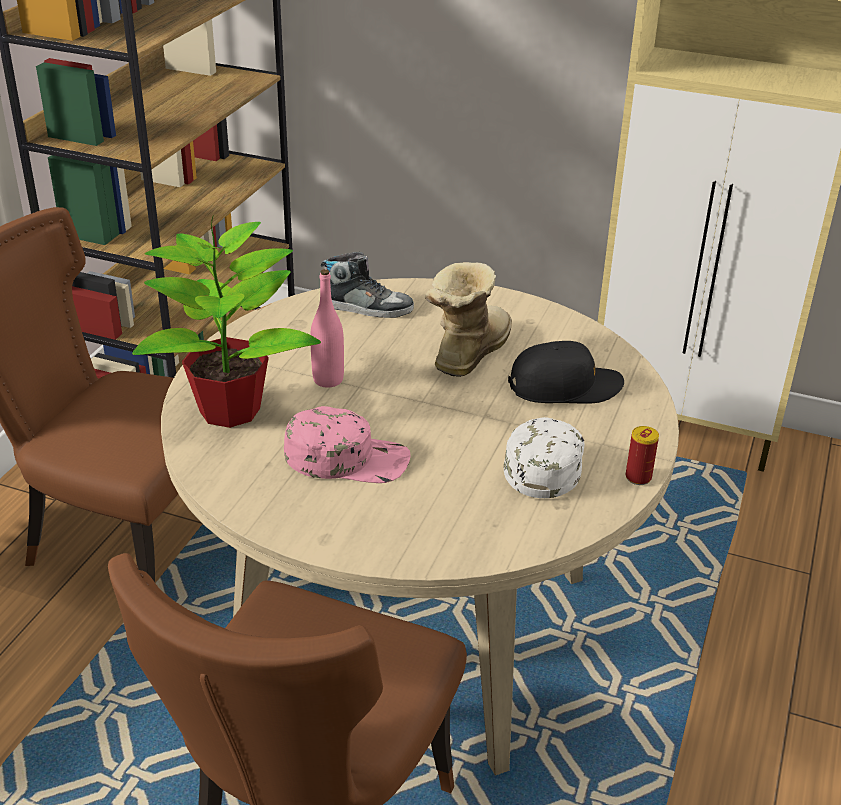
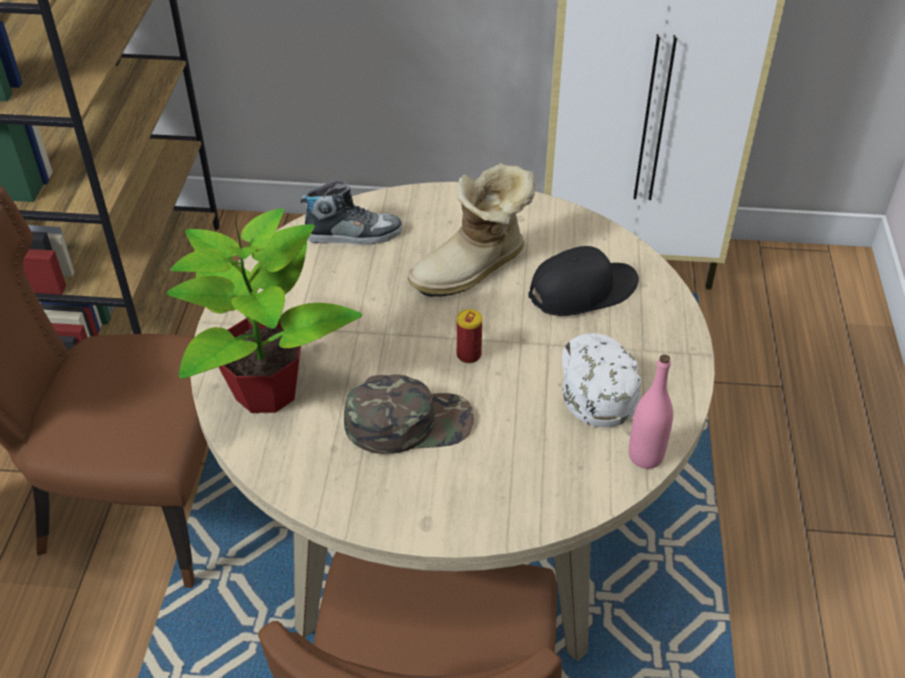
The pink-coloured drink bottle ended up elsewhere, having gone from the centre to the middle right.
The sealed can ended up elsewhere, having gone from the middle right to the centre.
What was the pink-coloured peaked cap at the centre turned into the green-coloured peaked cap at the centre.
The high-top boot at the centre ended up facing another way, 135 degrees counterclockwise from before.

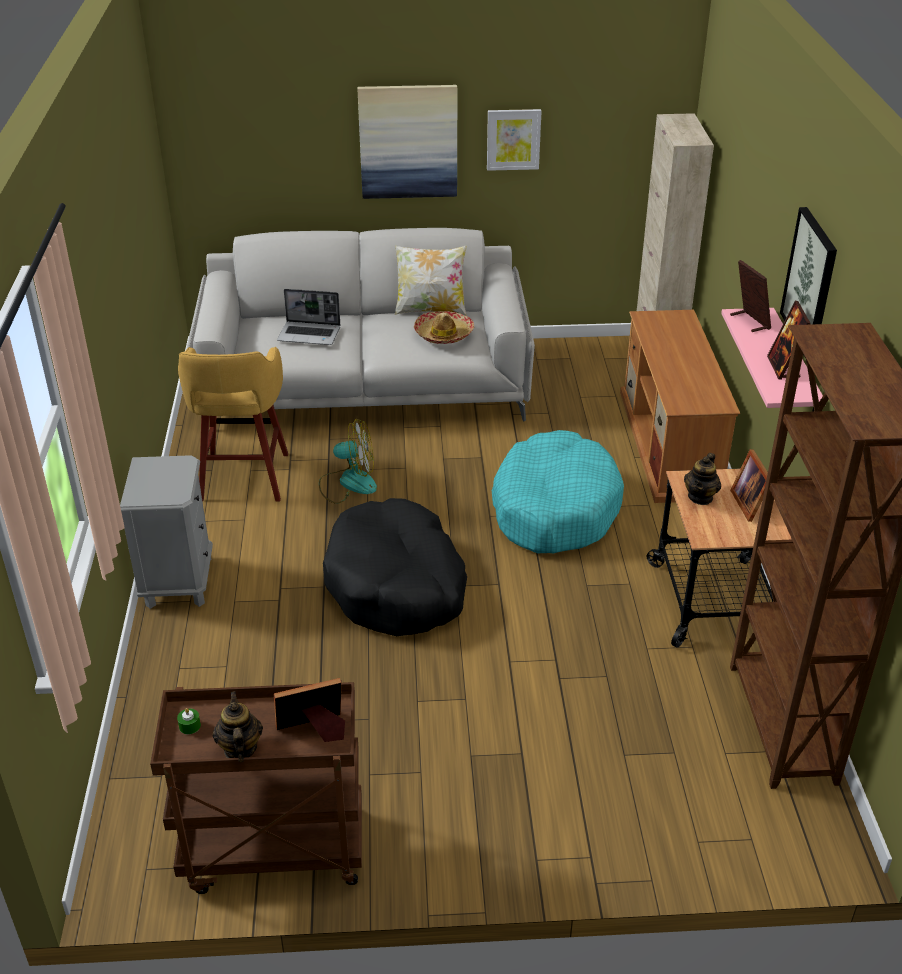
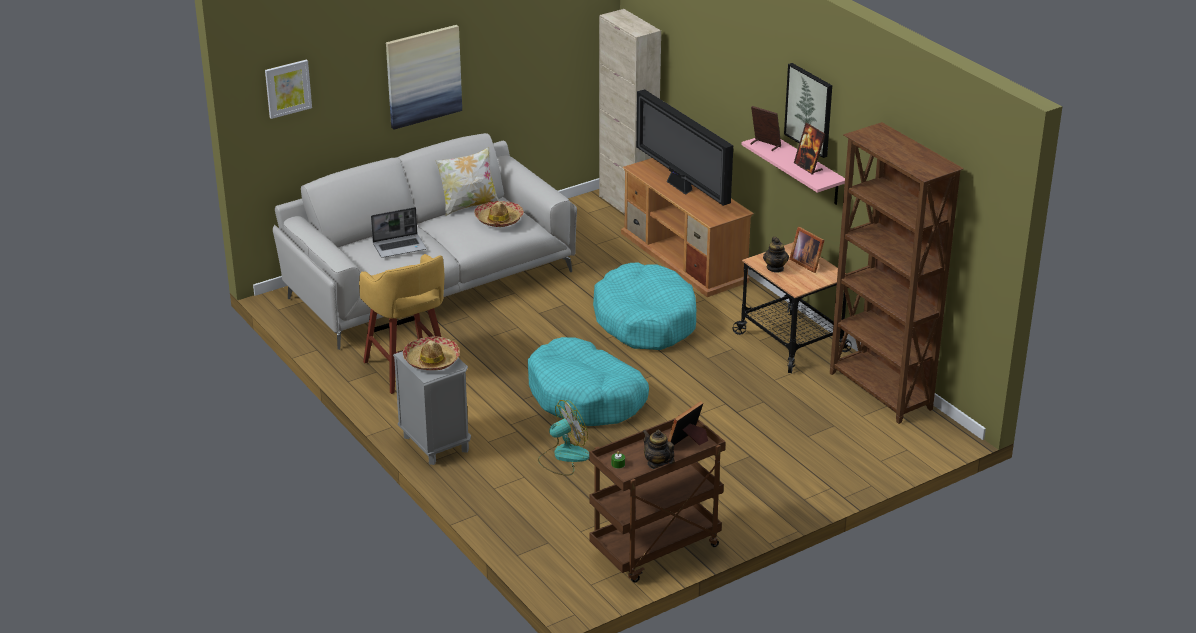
The second view gained the wearable hat (1st from left) at the centre.
The second view gained the TV at the top centre.
The electric fan ended up elsewhere, having gone from the centre to the bottom centre.
The wall picture (2nd from left in the first image) ended up elsewhere, having gone from the top centre to the top left.
What was the blackish dog bed at the centre turned into the turquoise-coloured dog bed (1st from left) at the centre.

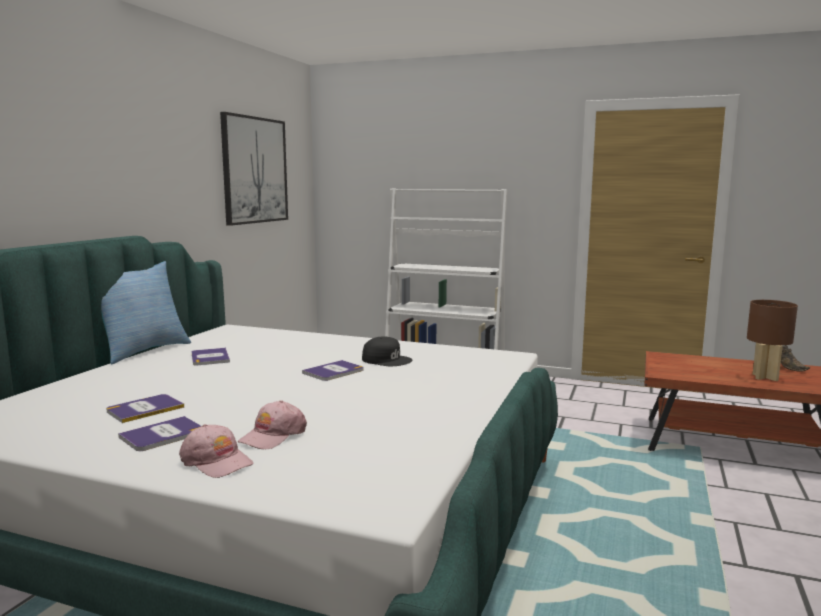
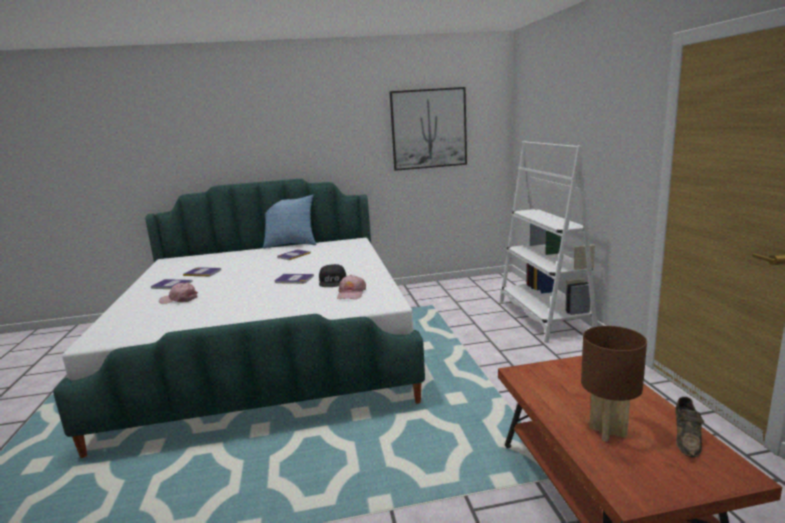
The pink-coloured peaked cap (1st from left in the first image) ended up elsewhere, having gone from the bottom left to the centre.

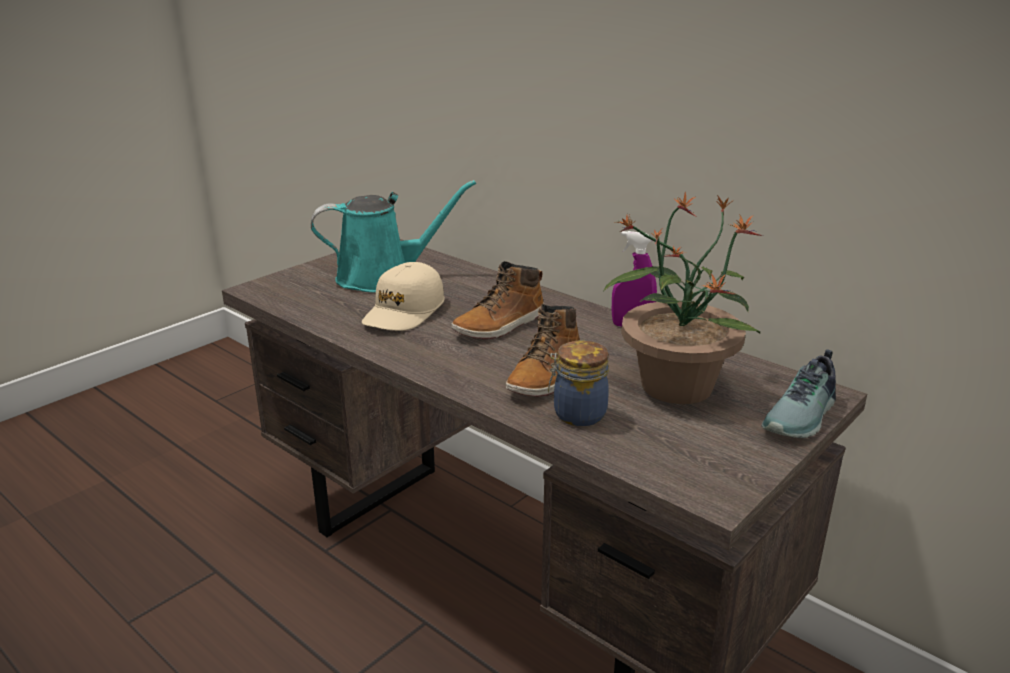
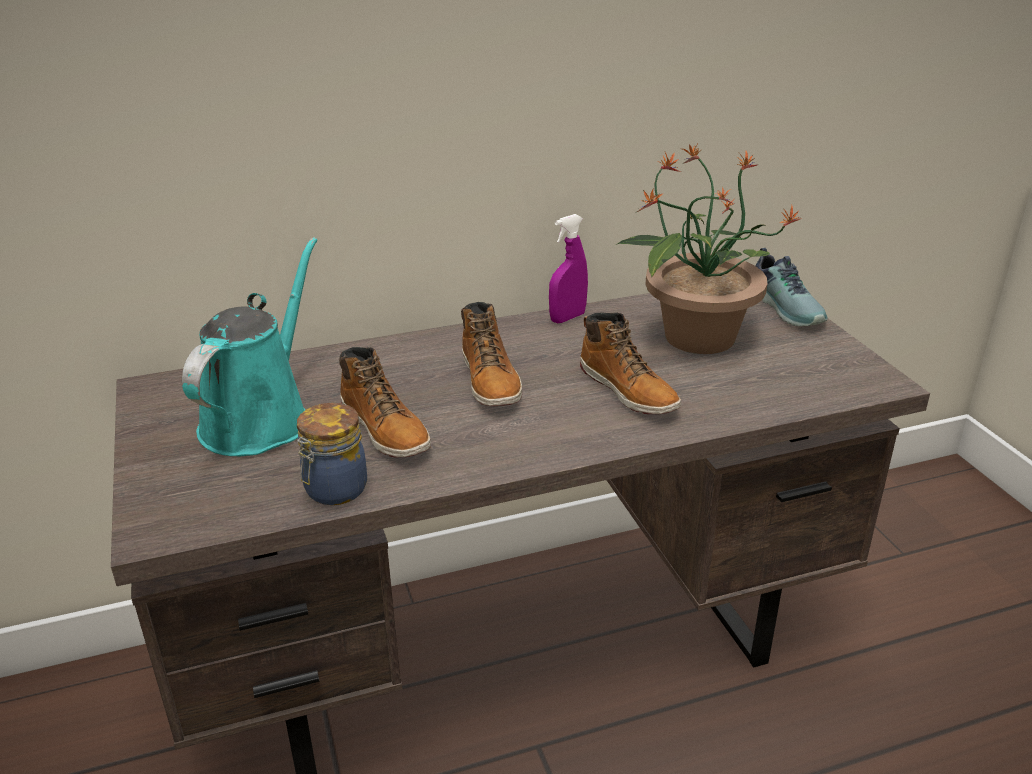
The storage jar ended up elsewhere, having gone from the centre to the middle left.
Where the sand-coloured peaked cap stood at the centre, the high-top boot (1st from left) came to stand at the centre.

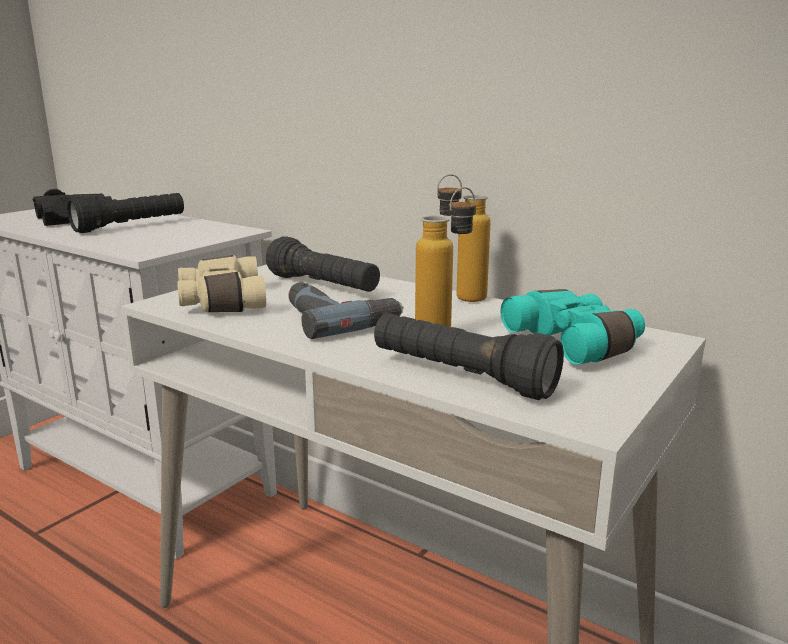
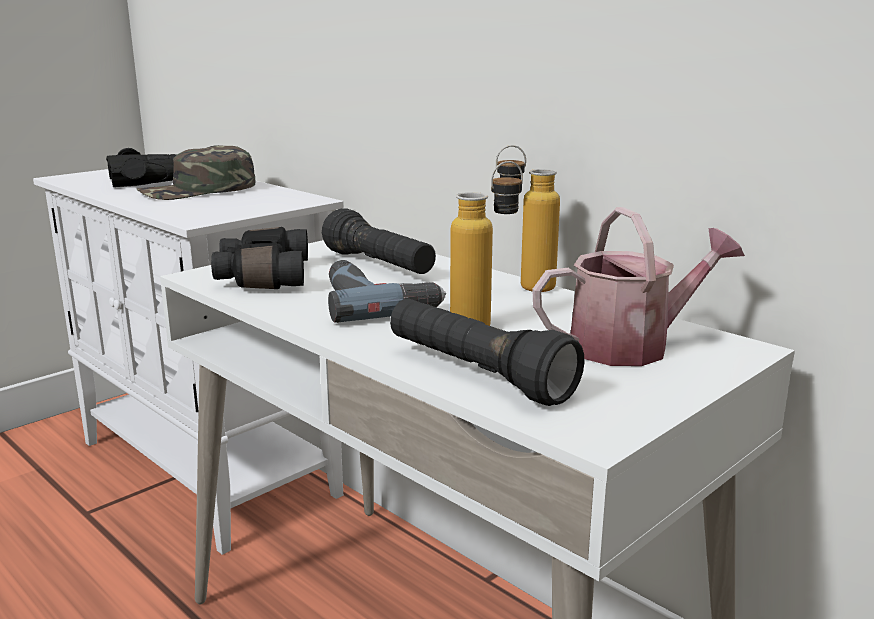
Where the blackish torch (1st from left) stood at the top left, the green-coloured peaked cap came to stand at the top left.
Where the turquoise-coloured field glasses stood at the middle right, the watering can came to stand at the middle right.
What was the sand-coloured field glasses at the middle left turned into the blackish field glasses (2nd from left) at the middle left.

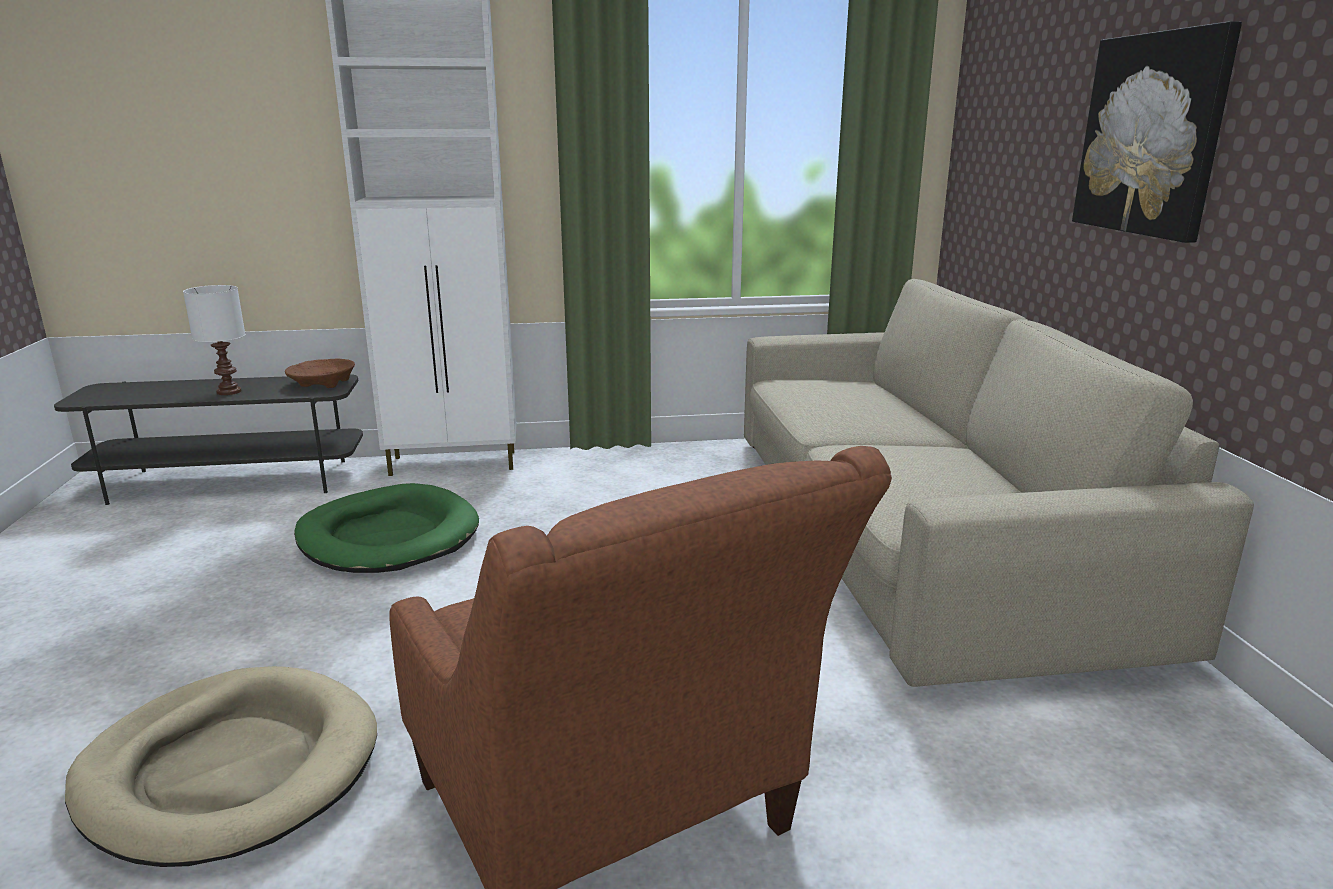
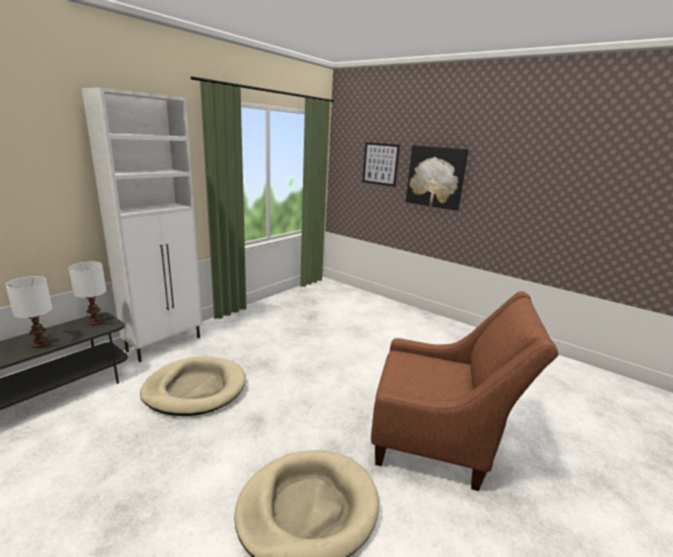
The second view lost the sand-coloured sofa at the middle right.
The second view gained the wall picture (1st from left) at the top centre.
Where the brown-coloured bowl stood at the middle left, the white-coloured table lamp (2nd from left) came to stand at the middle left.
What was the green-coloured dog bed at the middle left turned into the sand-coloured dog bed (1st from left) at the bottom left.

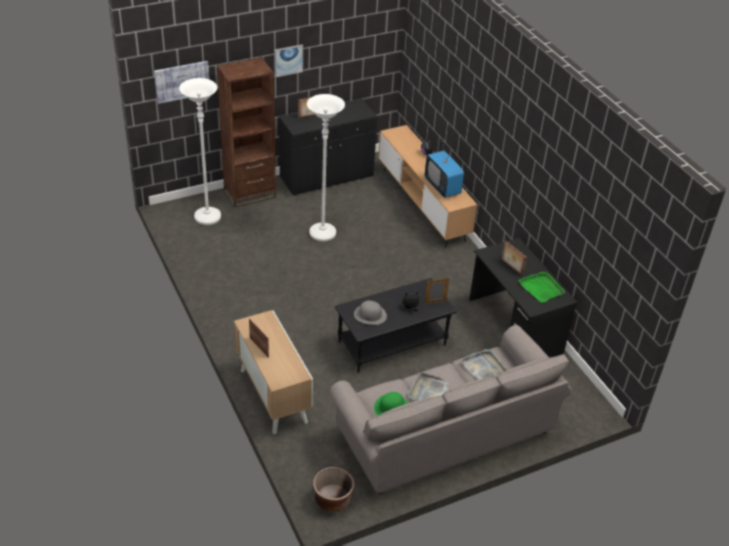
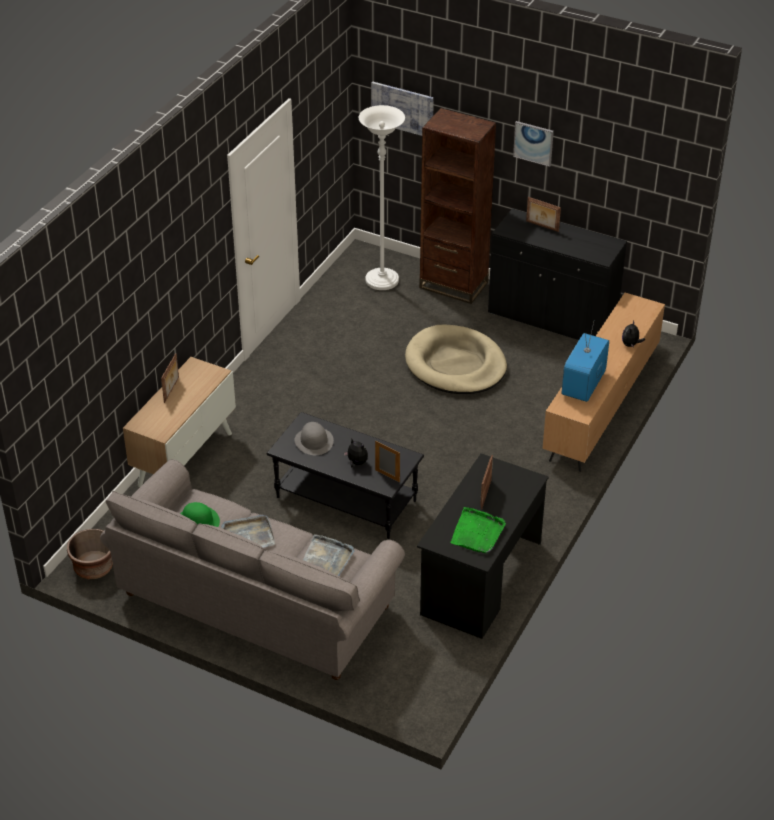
Where the white-coloured standard lamp (2nd from left) stood at the top centre, the sand-coloured dog bed came to stand at the centre.

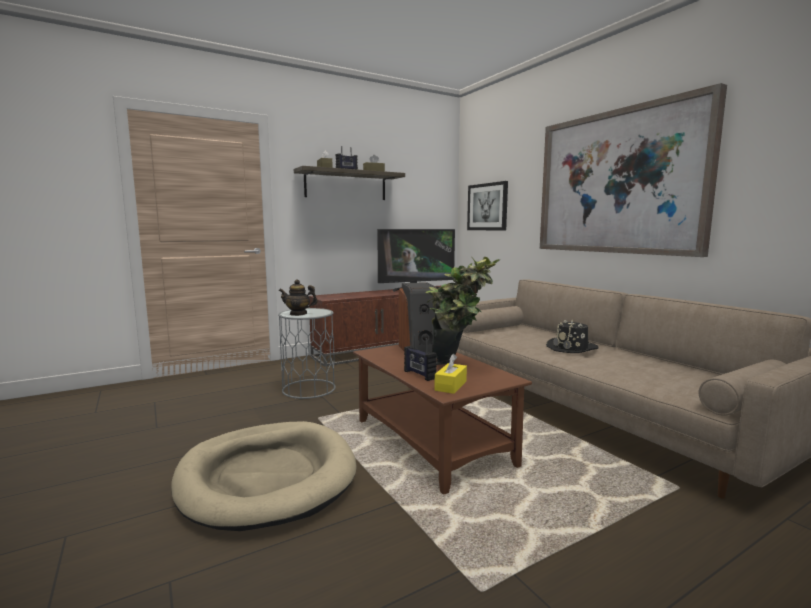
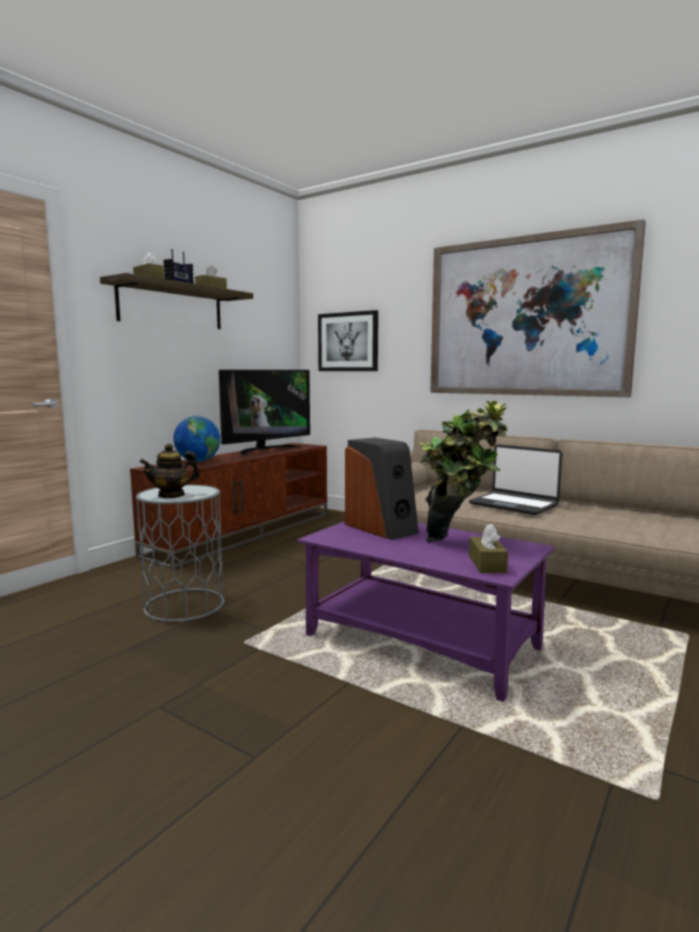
The second view lost the sand-coloured dog bed at the bottom left.
The second view lost the radio set (2nd from left) at the centre.
The second view gained the desk globe at the middle left.
Where the blackish wearable hat stood at the middle right, the portable computer came to stand at the middle right.
What was the brown-coloured coffee table at the bottom centre turned into the purplish coffee table at the centre.
What was the yellowish tissue holder at the centre turned into the brown-coloured tissue holder (3rd from left) at the middle right.

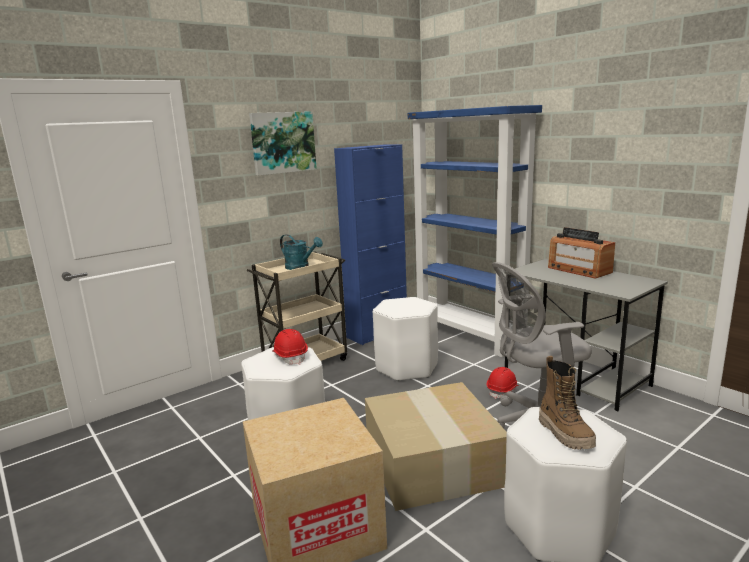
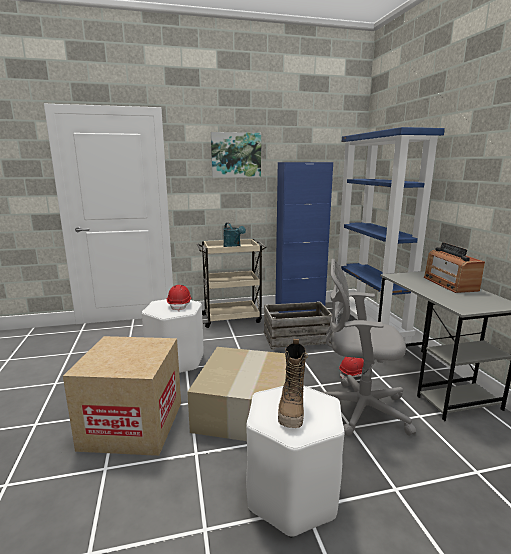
Where the white-coloured stool (2nd from left) stood at the centre, the packing crate came to stand at the centre.

